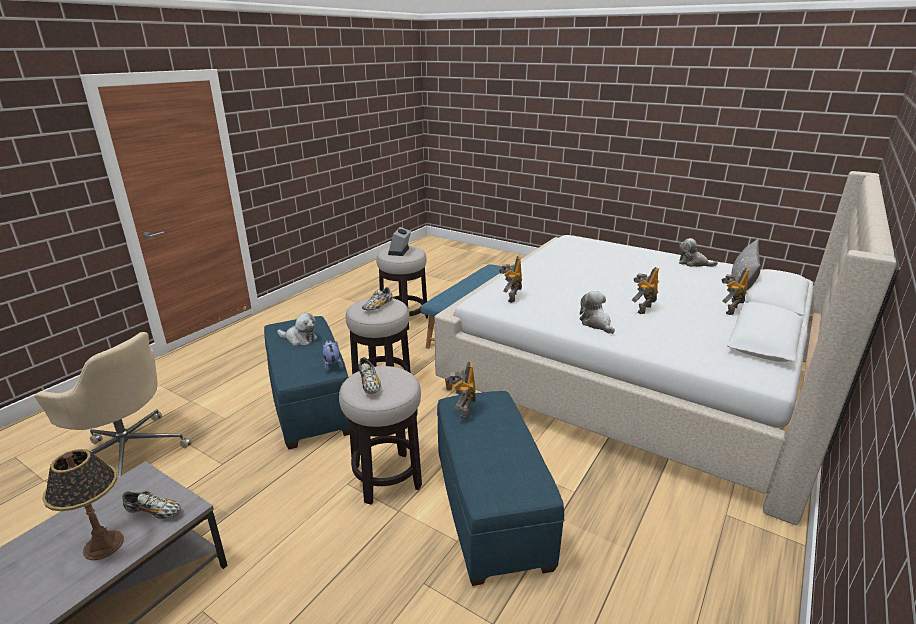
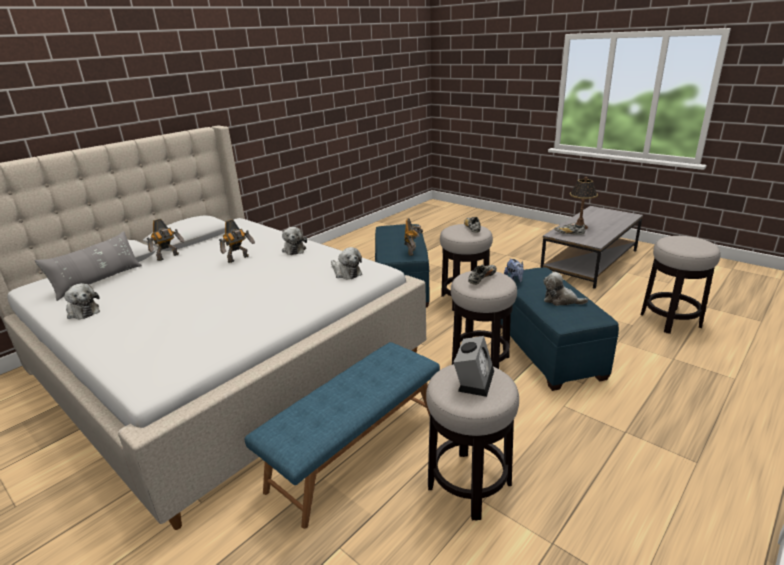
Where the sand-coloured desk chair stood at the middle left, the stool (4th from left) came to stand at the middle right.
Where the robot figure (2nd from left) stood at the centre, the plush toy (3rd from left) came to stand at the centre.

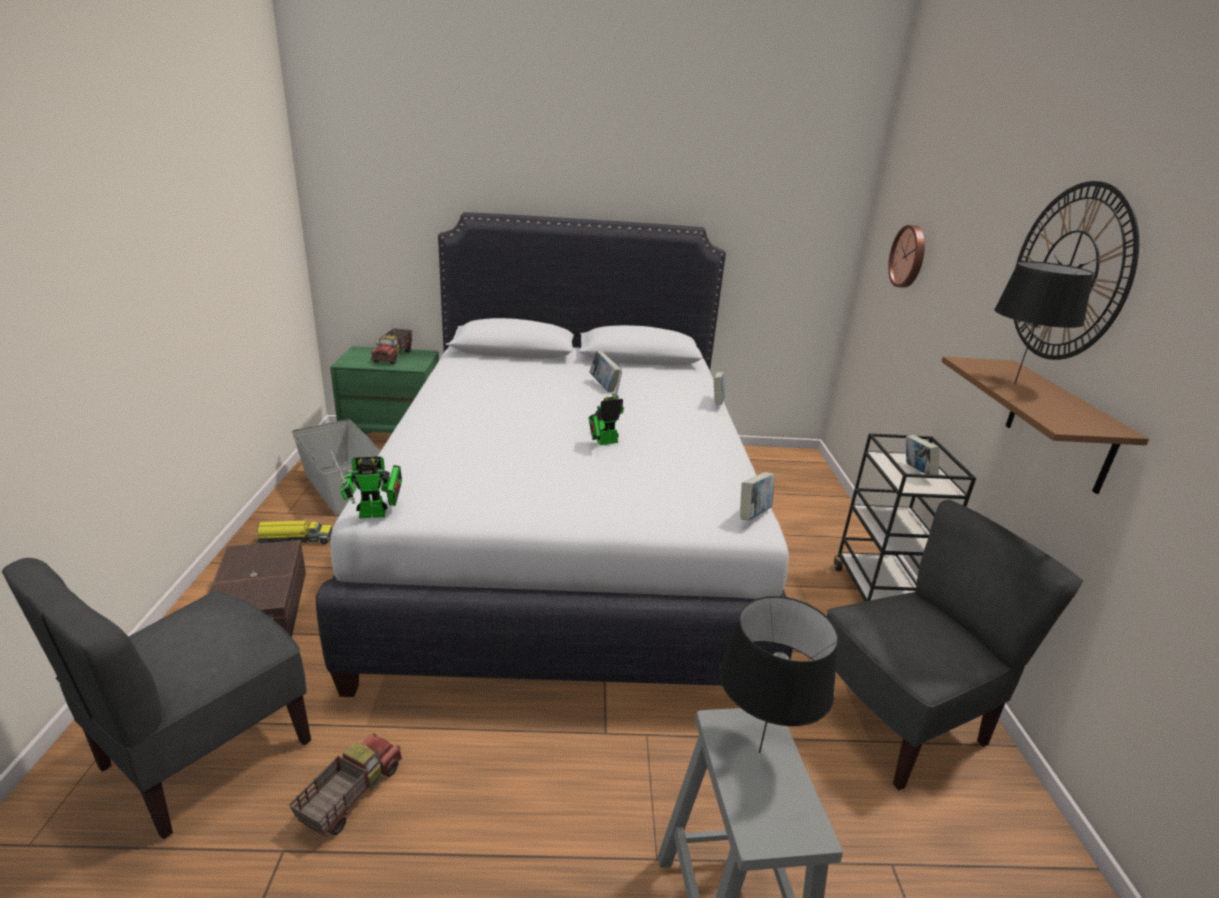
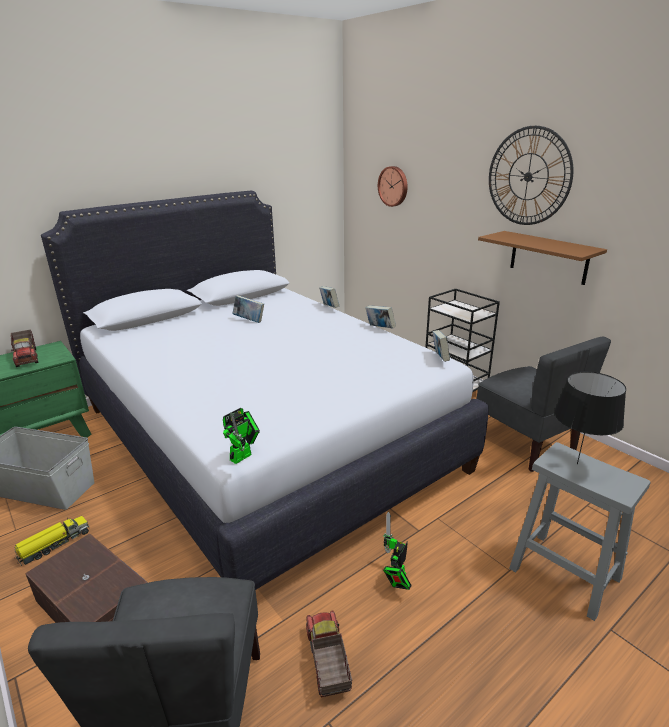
The second view lost the blackish table lamp (2nd from left) at the middle right.
The robot figure (2nd from left) ended up elsewhere, having gone from the centre to the bottom centre.
The volume (4th from left in the first image) ended up elsewhere, having gone from the middle right to the centre.
The greyish chair (2nd from left) at the bottom right ended up facing another way, 120 degrees clockwise from before.

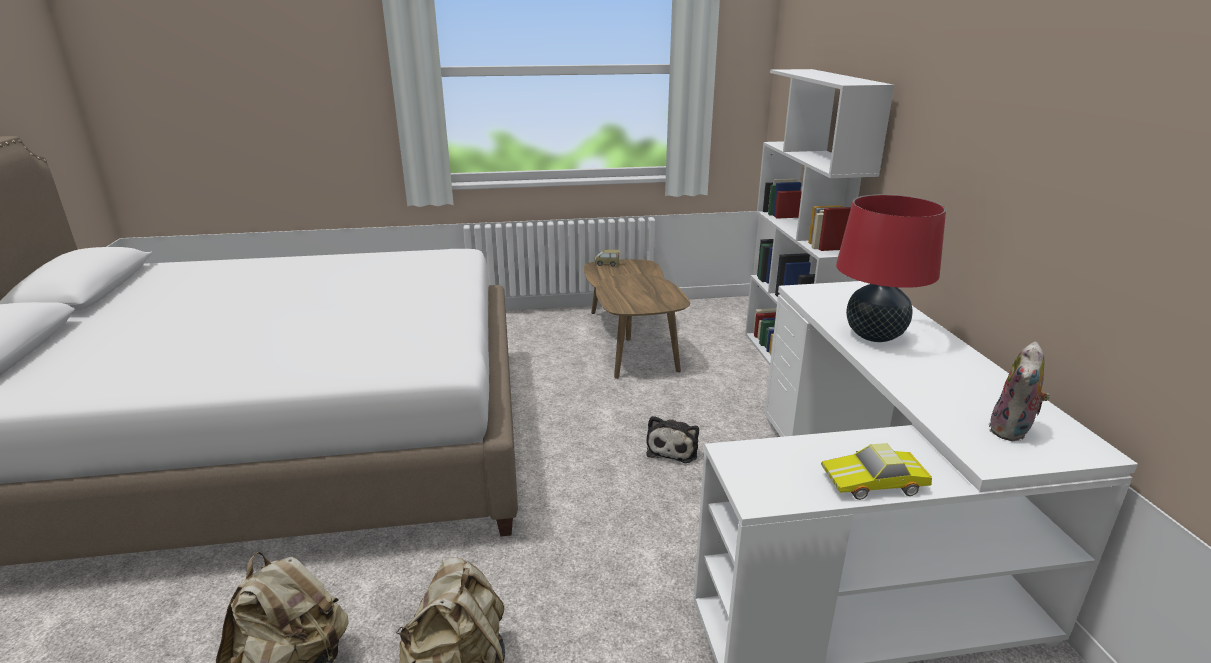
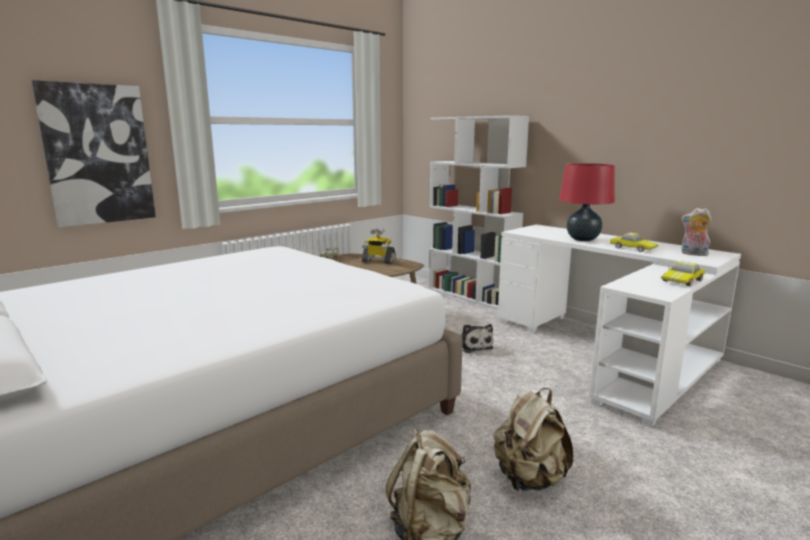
The second view gained the wall picture at the top left.
The second view gained the robot figure at the centre.
The second view gained the toy car (2nd from left) at the middle right.
The plush toy (2nd from left) at the middle right ended up facing another way, 120 degrees clockwise from before.

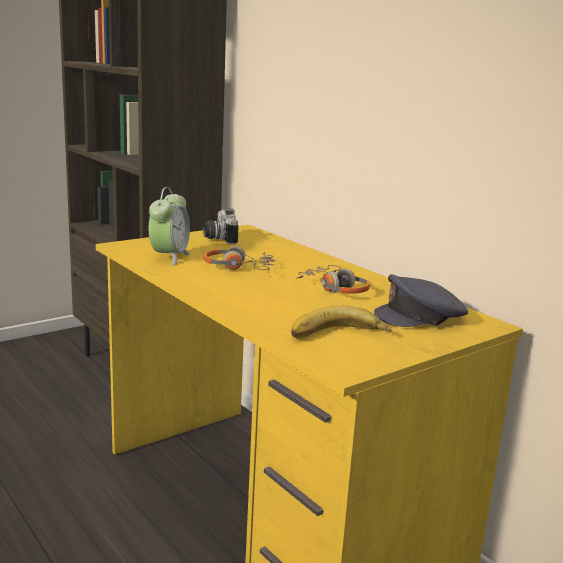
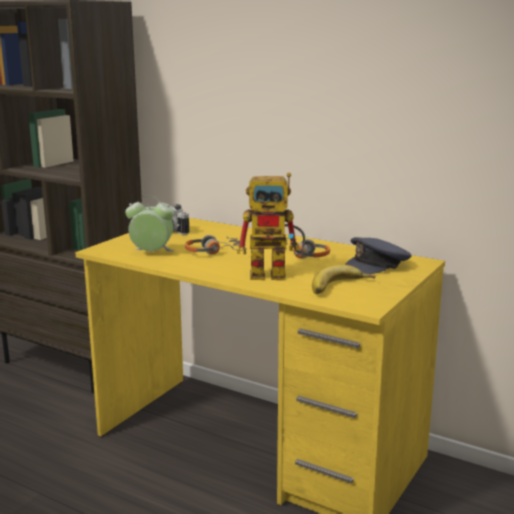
The second view gained the robot figure at the centre.
The bedside clock at the middle left ended up facing another way, 75 degrees counterclockwise from before.

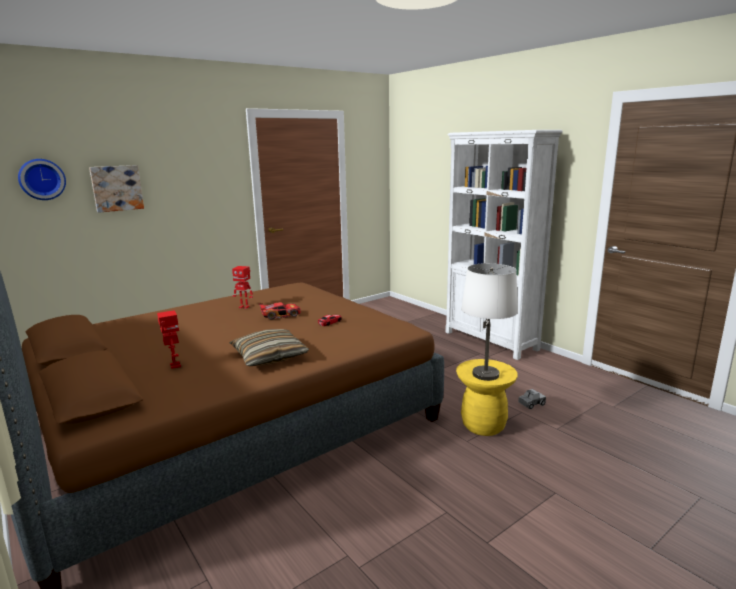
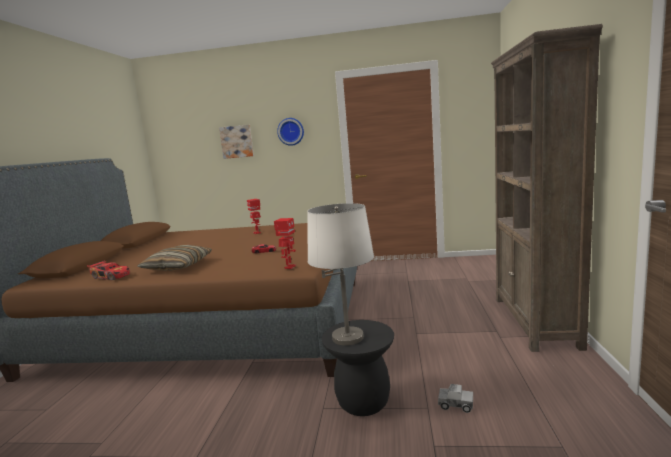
The hanging clock ended up elsewhere, having gone from the top left to the top centre.
The robot figure (1st from left in the first image) ended up elsewhere, having gone from the middle left to the centre.
The toy car (1st from left) ended up elsewhere, having gone from the centre to the middle left.
What was the white-coloured bookcase at the middle right turned into the brown-coloured bookcase at the middle right.
What was the yellowish stool at the bottom centre turned into the blackish stool at the bottom centre.

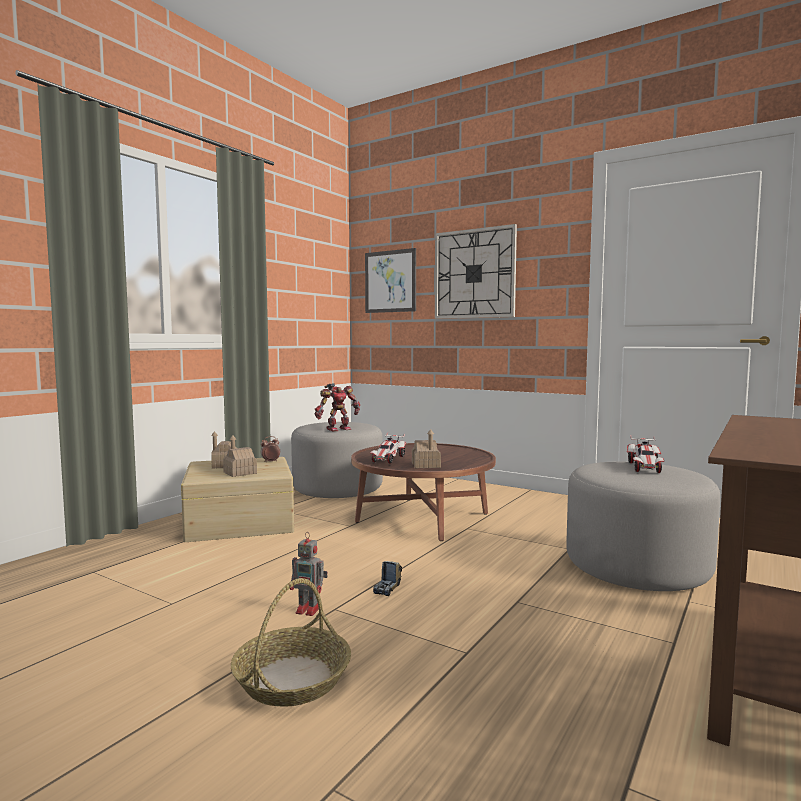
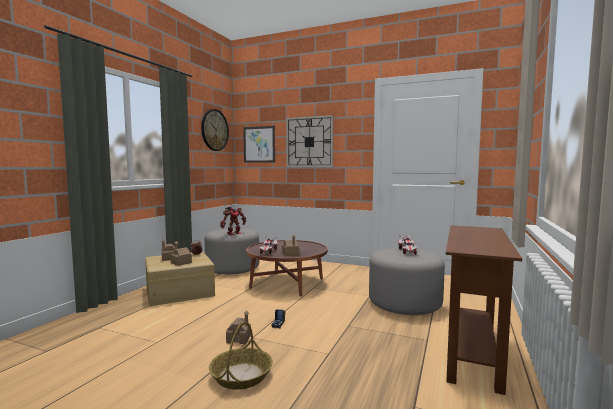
The second view gained the hanging clock (1st from left) at the top centre.
Where the robot figure (1st from left) stood at the bottom centre, the toy house (3rd from left) came to stand at the bottom centre.

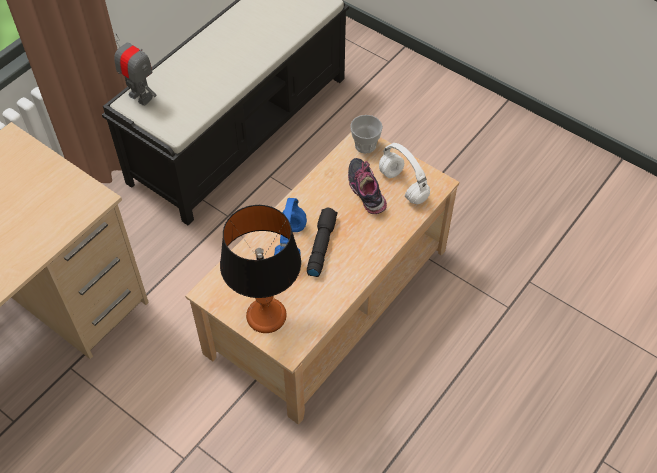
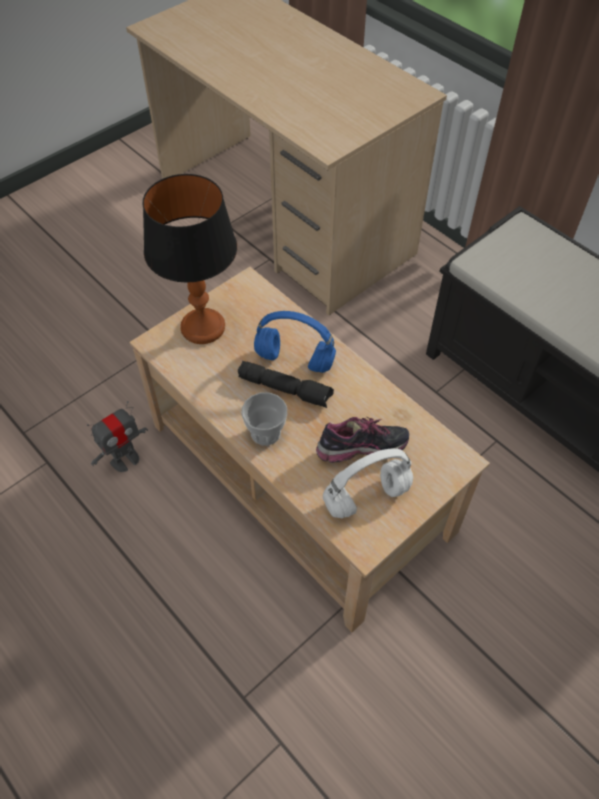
The robot figure ended up elsewhere, having gone from the top left to the middle left.
The drinking cup ended up elsewhere, having gone from the top centre to the centre.

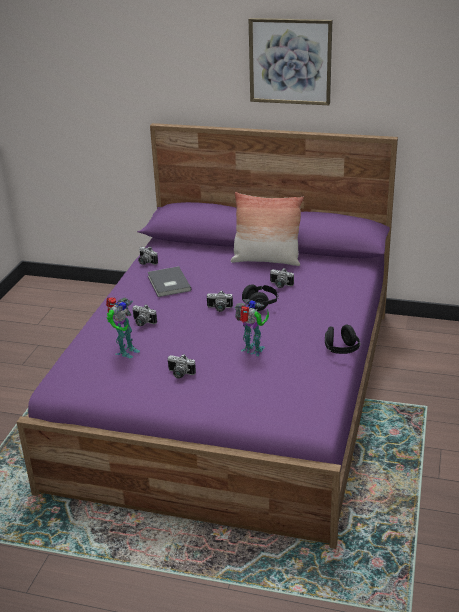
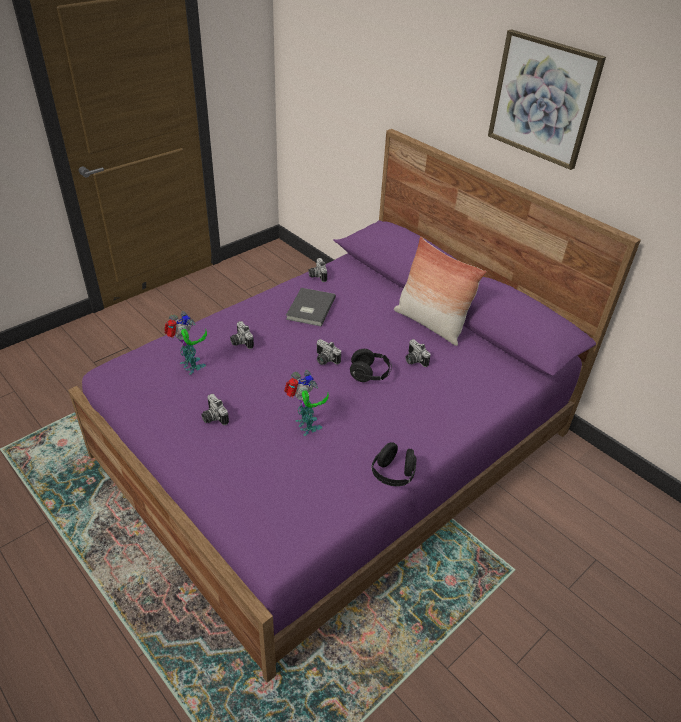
The robot figure (1st from left) at the middle left ended up facing another way, 105 degrees counterclockwise from before.

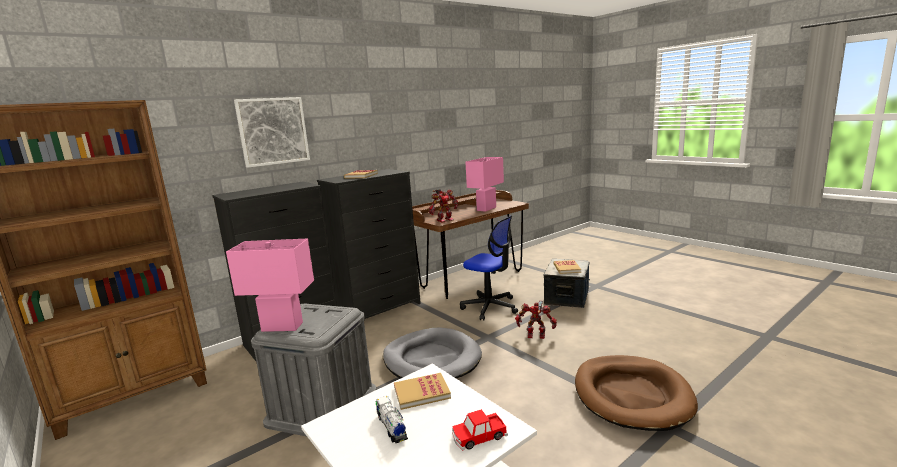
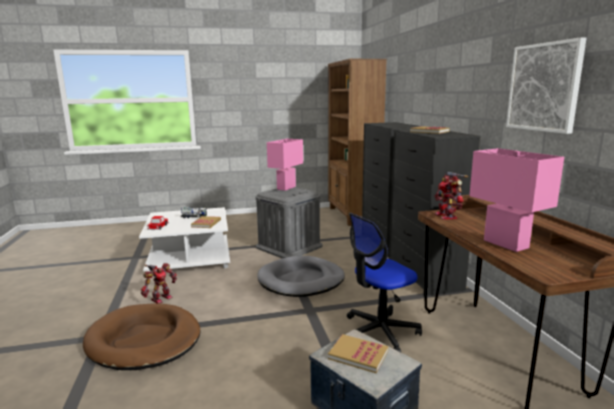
The wall picture ended up elsewhere, having gone from the top left to the top right.
The robot figure (2nd from left in the first image) ended up elsewhere, having gone from the bottom centre to the bottom left.

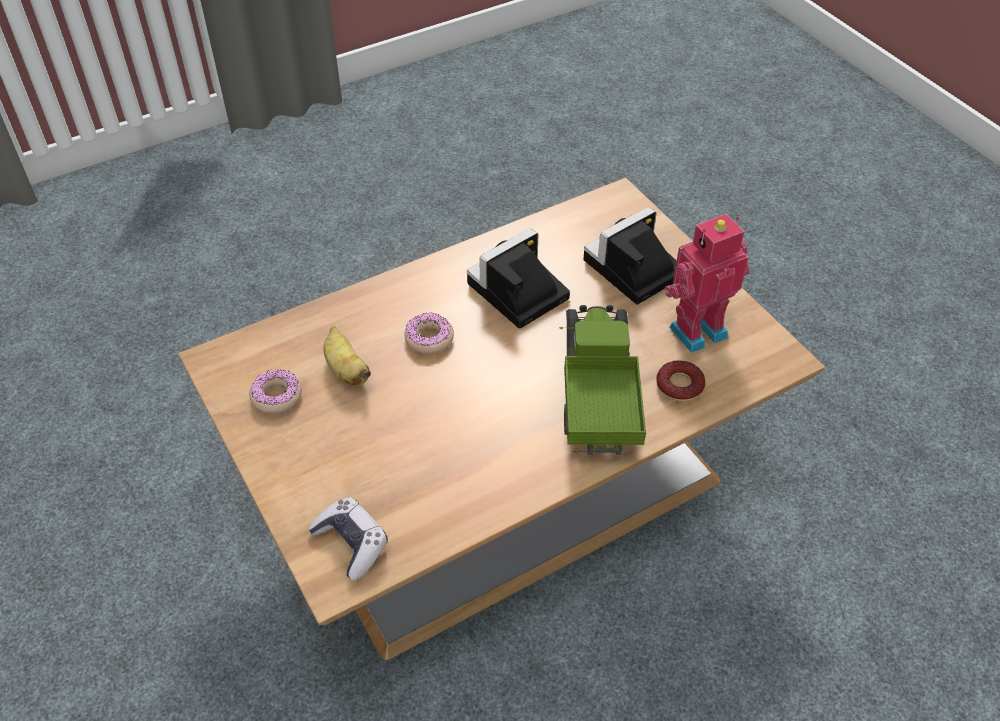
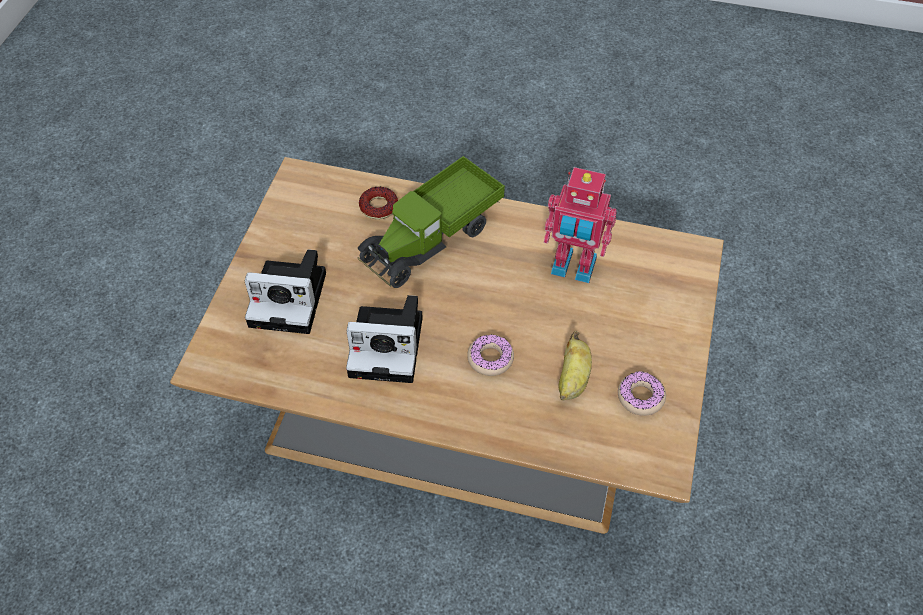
The second view lost the joypad at the bottom centre.
The robot figure ended up elsewhere, having gone from the middle right to the centre.

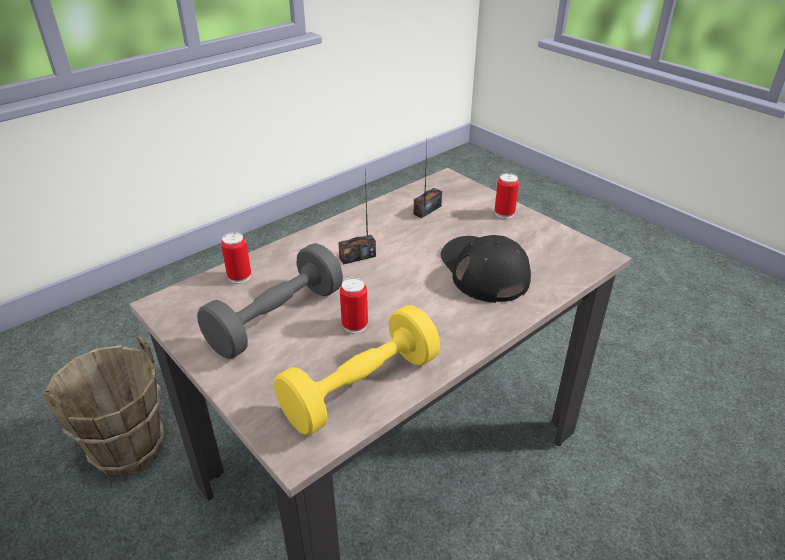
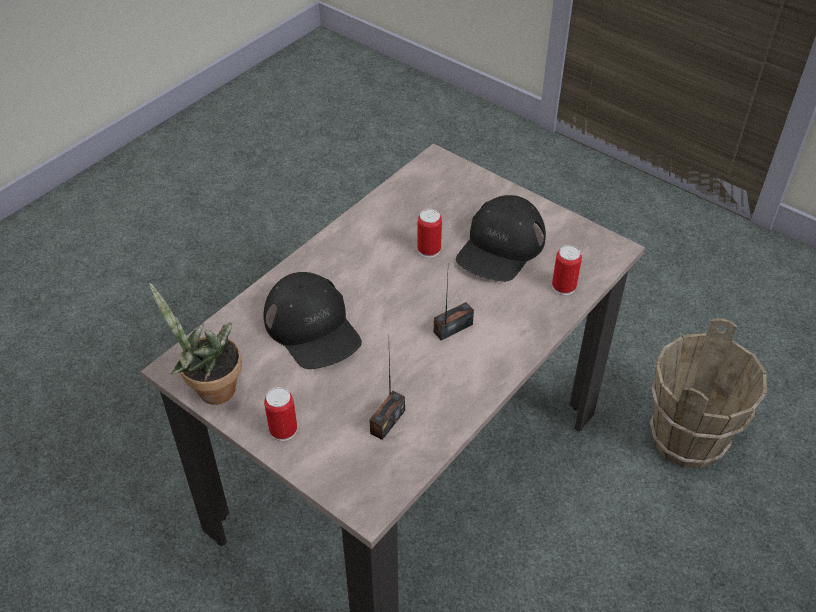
The second view lost the yellowish hand weight at the centre.
The second view gained the potted plant at the middle left.
Where the greyish hand weight stood at the centre, the blackish peaked cap (2nd from left) came to stand at the centre.

